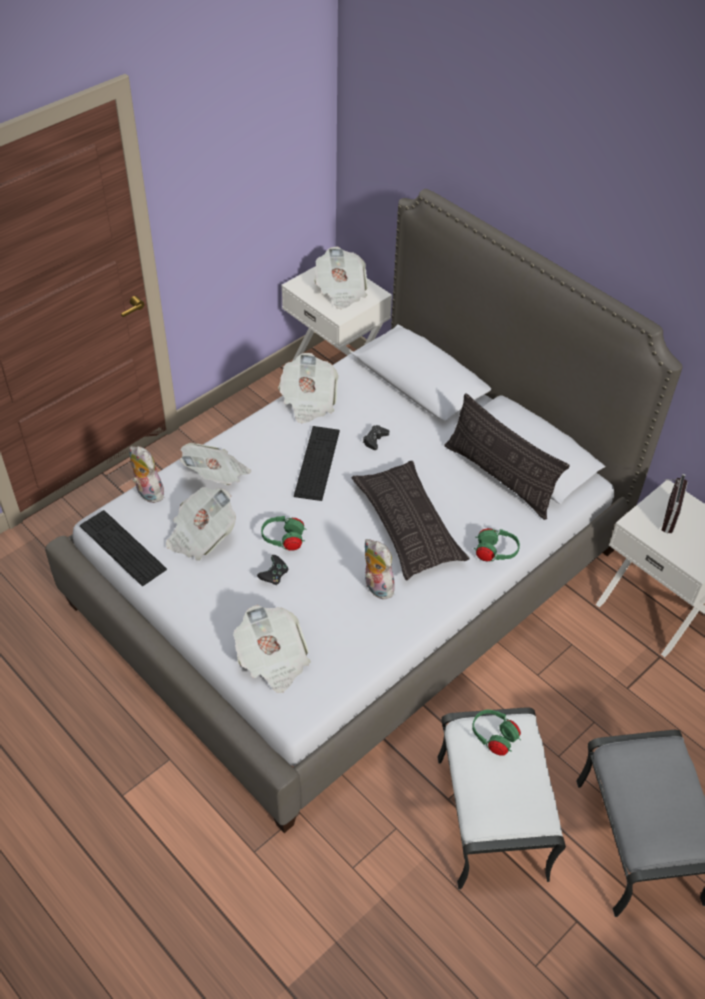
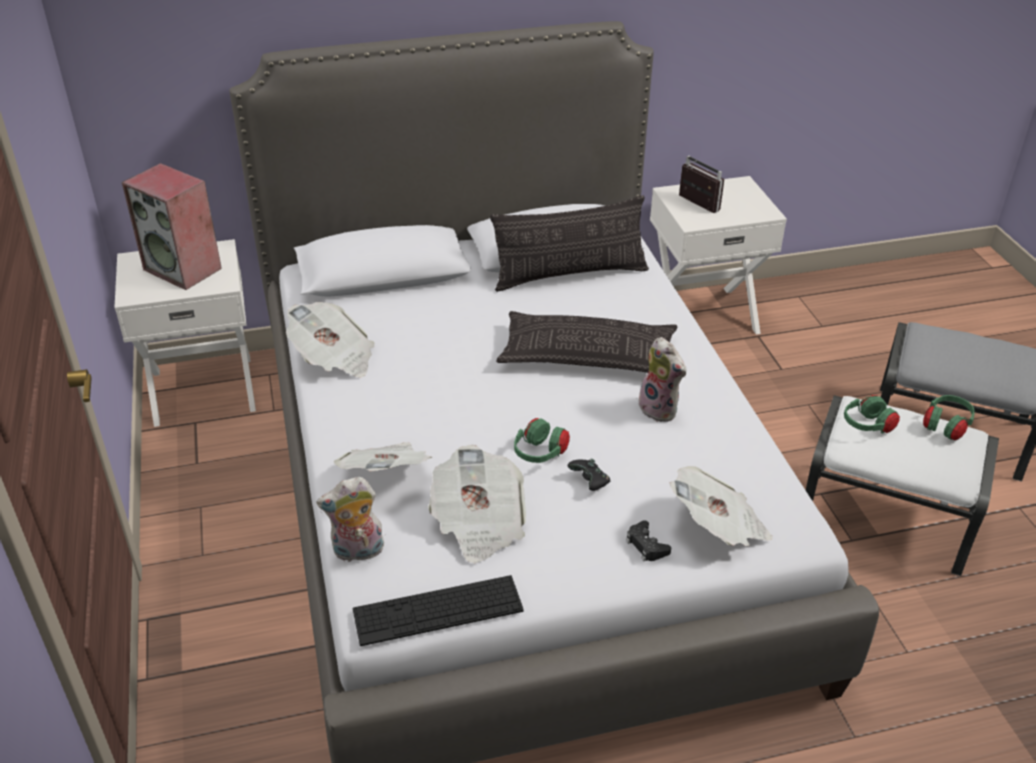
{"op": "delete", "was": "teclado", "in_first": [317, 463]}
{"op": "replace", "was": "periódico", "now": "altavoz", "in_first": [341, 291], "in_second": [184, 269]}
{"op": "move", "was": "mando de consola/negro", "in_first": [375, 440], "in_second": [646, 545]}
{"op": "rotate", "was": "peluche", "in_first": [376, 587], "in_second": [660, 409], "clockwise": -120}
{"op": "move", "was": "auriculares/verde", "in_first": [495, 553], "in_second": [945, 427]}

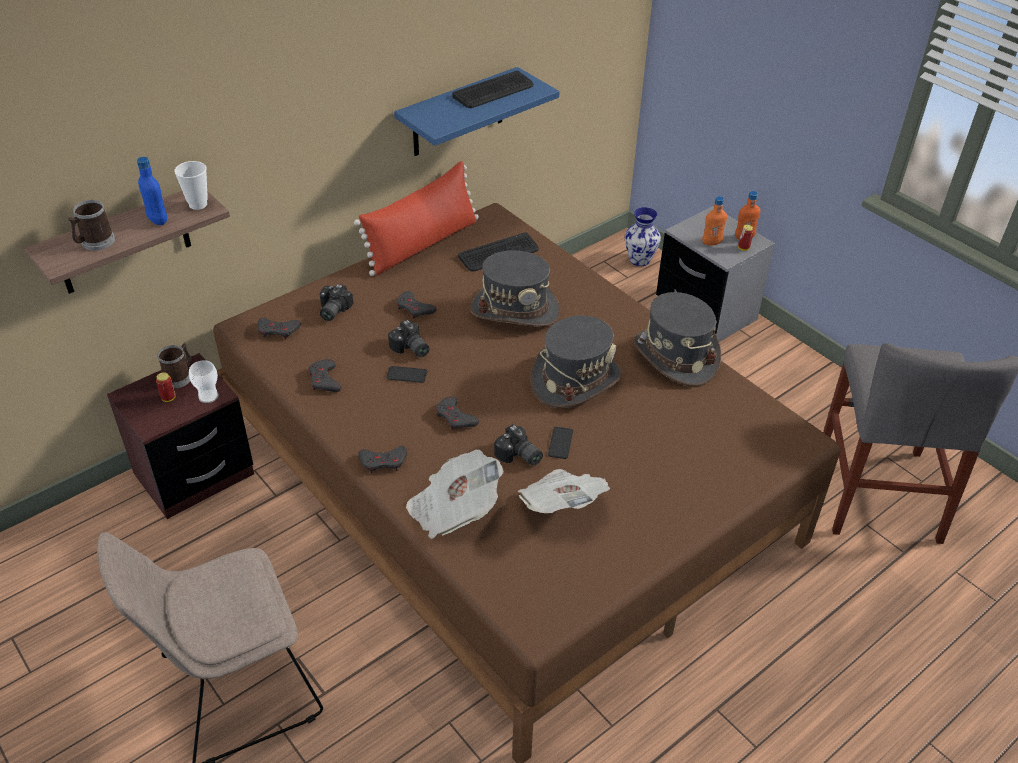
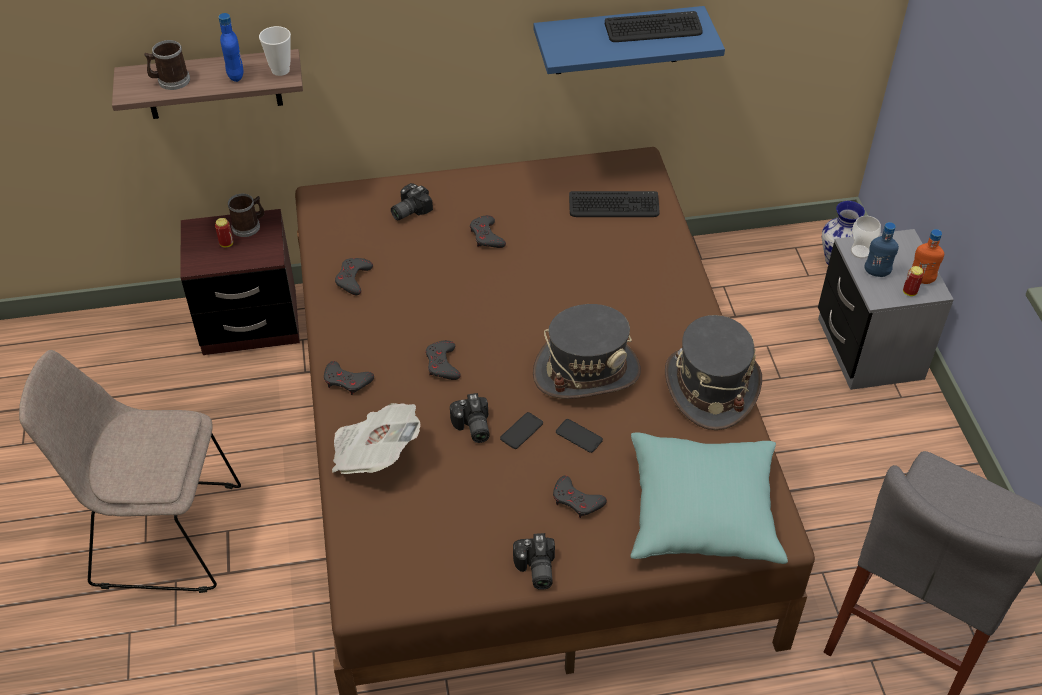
{"op": "move", "was": "taza", "in_first": [208, 396], "in_second": [860, 252]}
{"op": "move", "was": "mando de consola/gris", "in_first": [278, 331], "in_second": [577, 500]}
{"op": "delete", "was": "cojín/rojo", "in_first": [422, 244]}
{"op": "move", "was": "móvil", "in_first": [407, 375], "in_second": [579, 436]}
{"op": "move", "was": "cámara", "in_first": [410, 349], "in_second": [534, 570]}
{"op": "delete", "was": "sombrero/gris", "in_first": [515, 310]}
{"op": "delete", "was": "periódico", "in_first": [561, 505]}
{"op": "recolor", "was": "botella/naranja", "now": "botella/azul", "in_first": [711, 243], "in_second": [876, 273]}
{"op": "insert", "now": "cojín/turquesa", "in_second": [702, 512]}

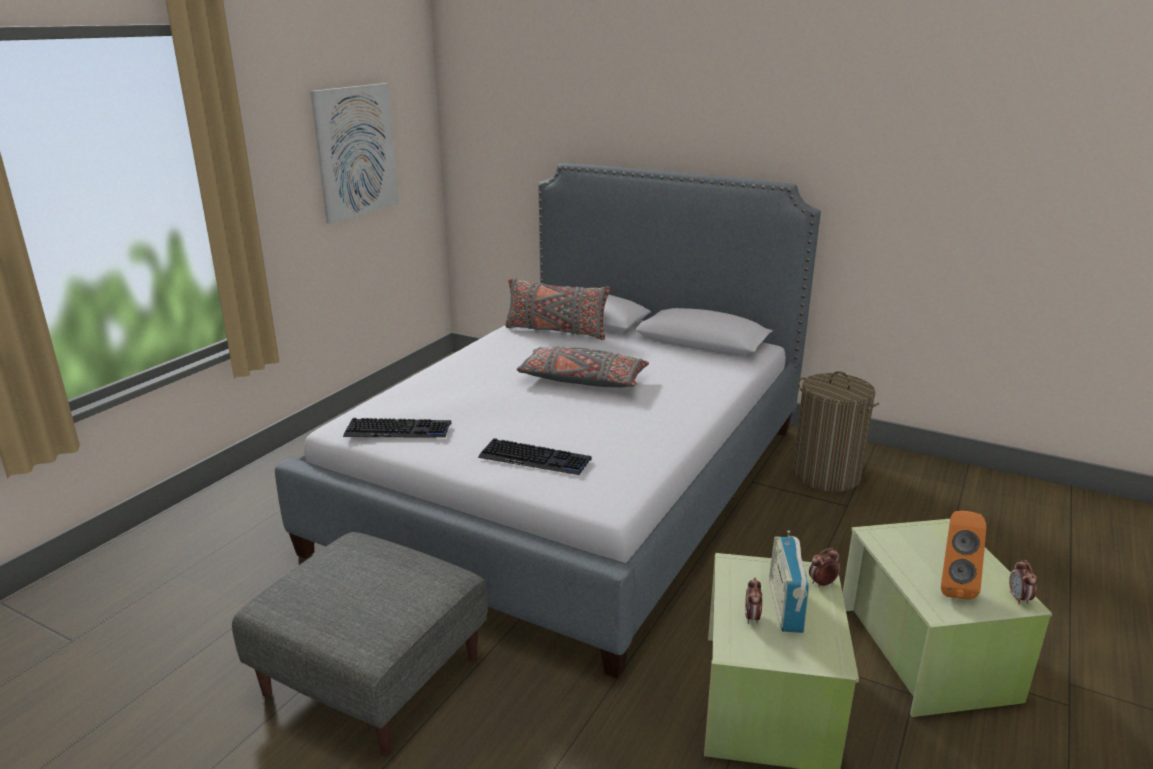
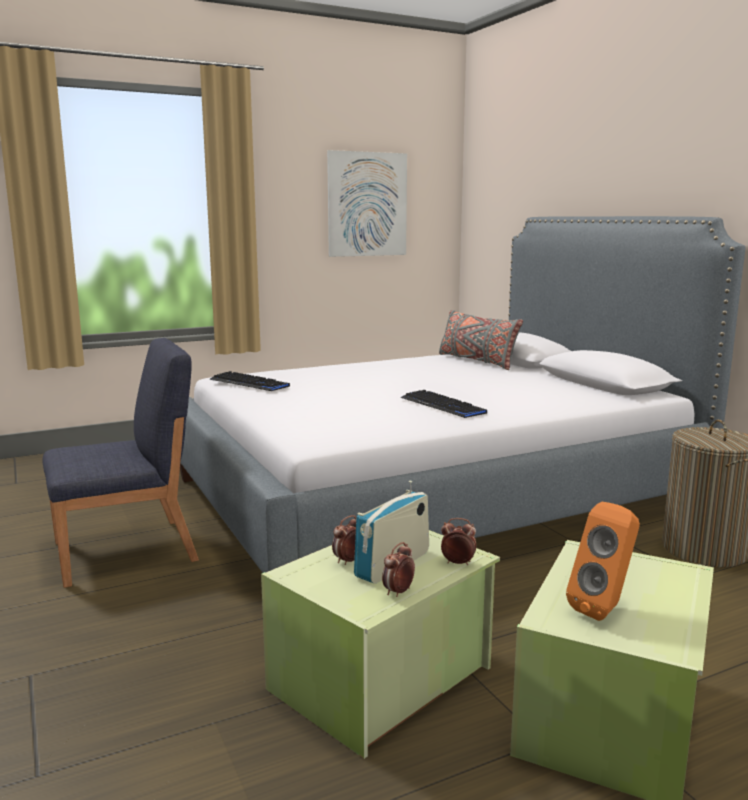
{"op": "replace", "was": "puf/gris", "now": "silla/azul", "in_first": [374, 675], "in_second": [127, 551]}
{"op": "move", "was": "teclado", "in_first": [535, 459], "in_second": [442, 406]}
{"op": "delete", "was": "cojín/gris", "in_first": [582, 380]}
{"op": "move", "was": "despertador", "in_first": [1019, 598], "in_second": [398, 592]}

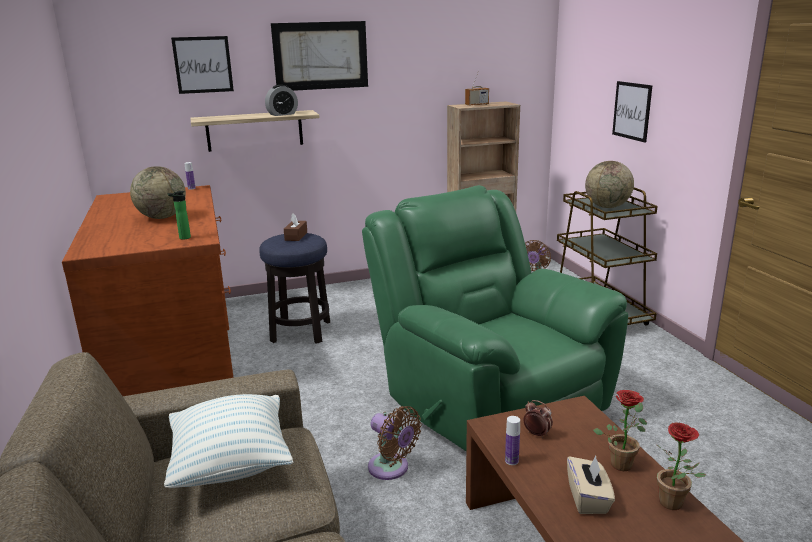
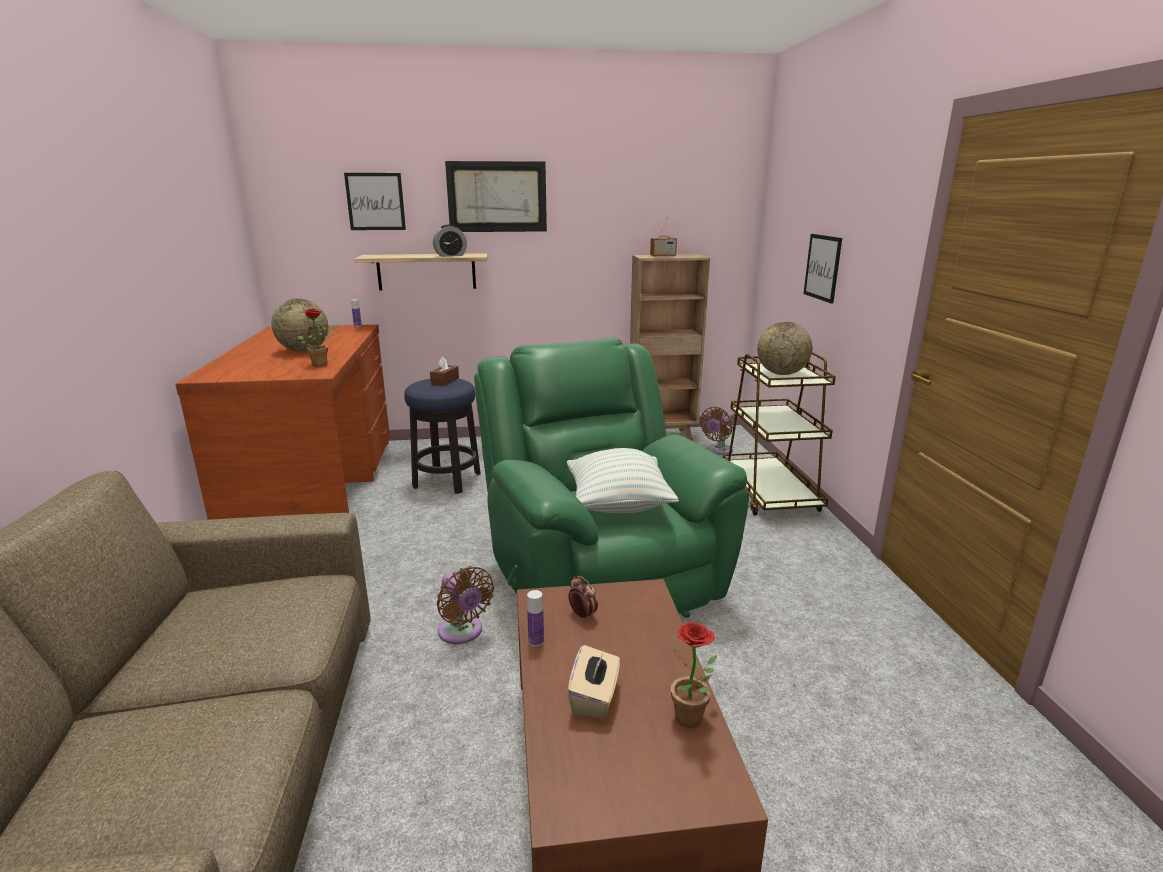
{"op": "move", "was": "cojín", "in_first": [231, 465], "in_second": [618, 505]}
{"op": "delete", "was": "botella", "in_first": [183, 238]}
{"op": "move", "was": "planta en maceta", "in_first": [621, 462], "in_second": [322, 364]}

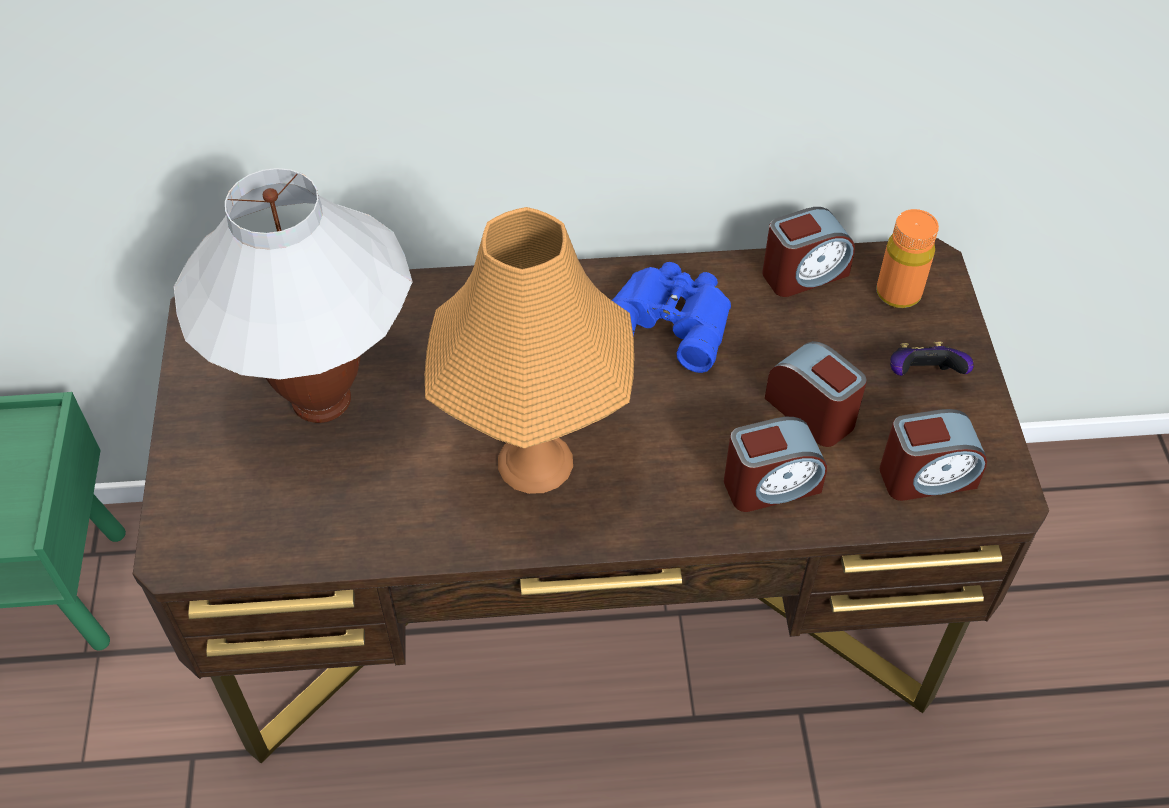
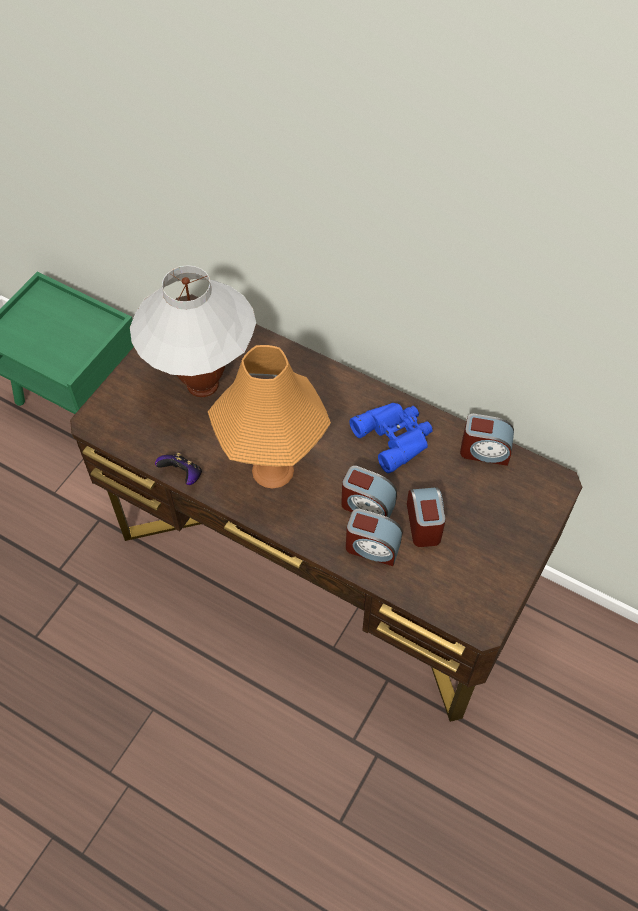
{"op": "delete", "was": "botella/naranja", "in_first": [898, 293]}
{"op": "move", "was": "despertador", "in_first": [926, 476], "in_second": [367, 506]}
{"op": "move", "was": "mando de consola", "in_first": [922, 376], "in_second": [182, 475]}

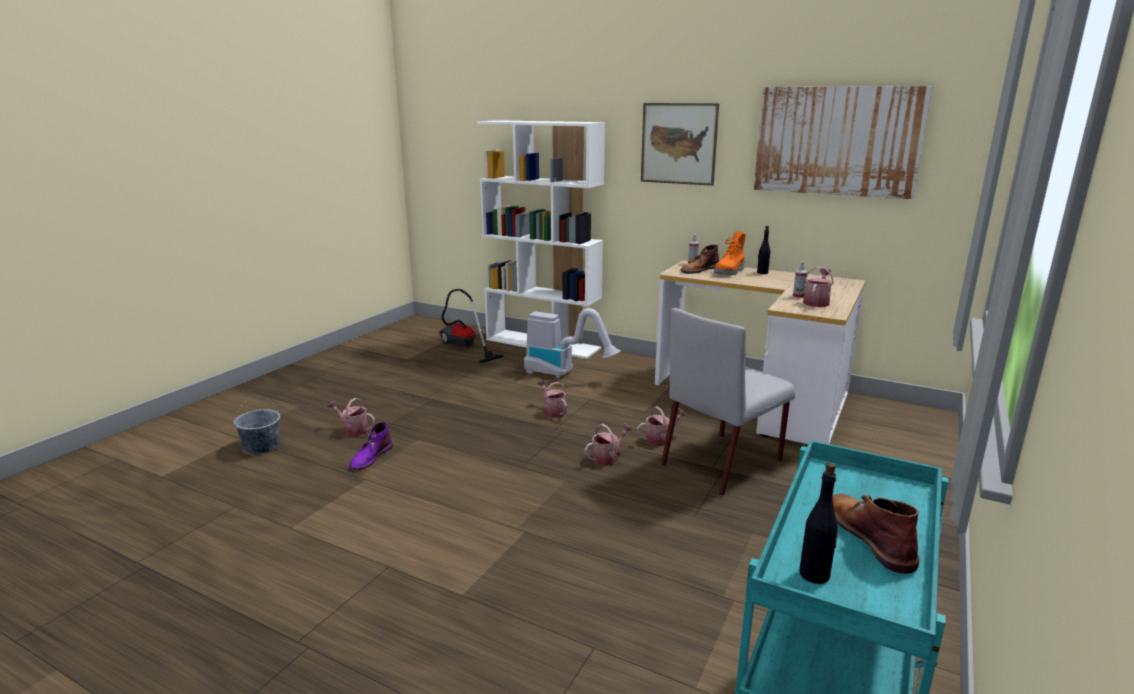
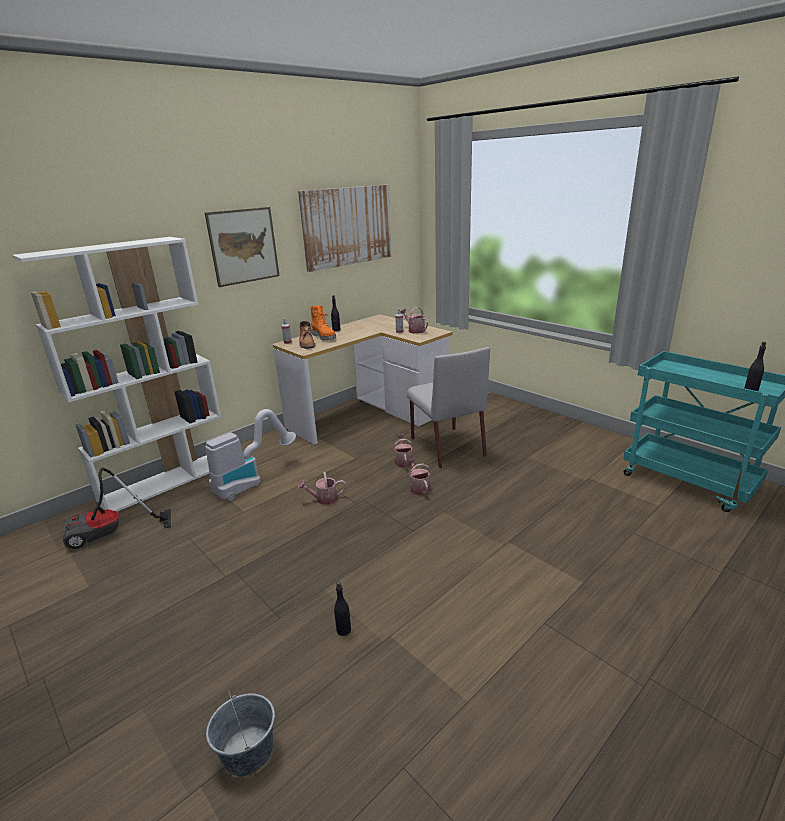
{"op": "delete", "was": "regadera", "in_first": [353, 430]}
{"op": "replace", "was": "bota/morado", "now": "botella/negro", "in_first": [370, 457], "in_second": [344, 630]}
{"op": "delete", "was": "bota/marrón", "in_first": [869, 535]}

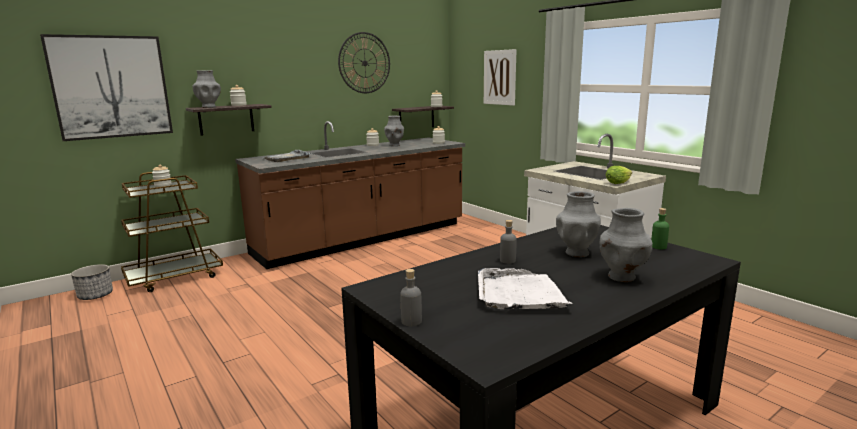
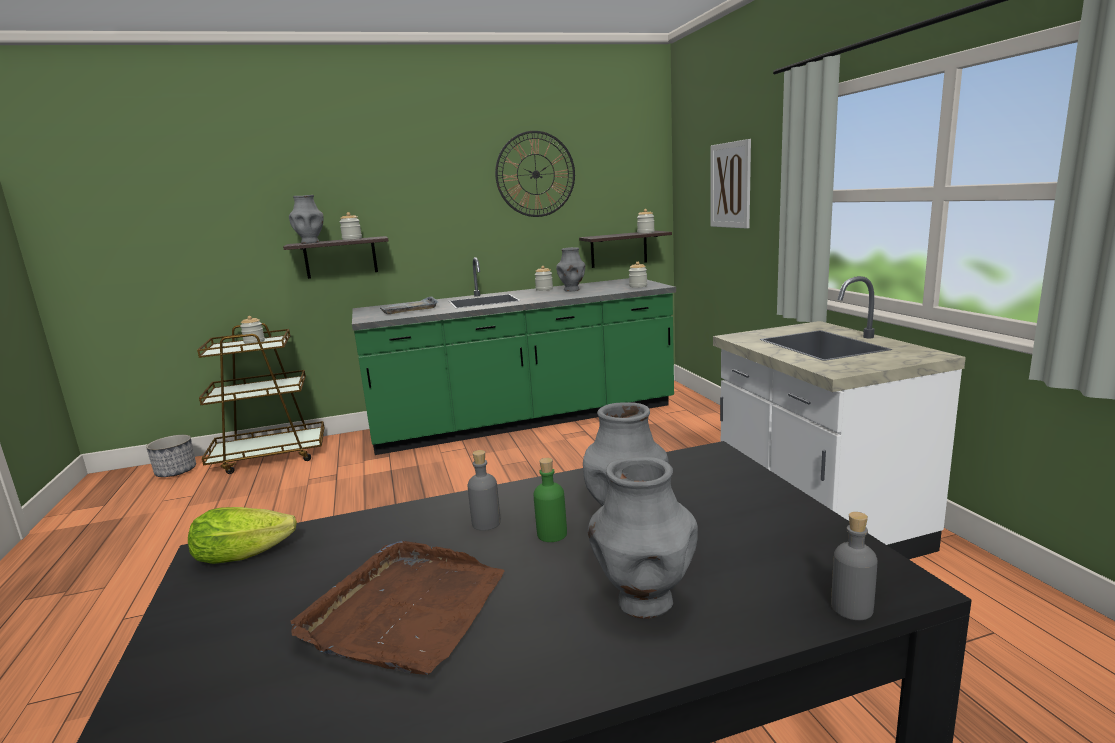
{"op": "delete", "was": "cuadro", "in_first": [111, 87]}
{"op": "recolor", "was": "mueble bajo de cocina/marrón", "now": "mueble bajo de cocina/verde", "in_first": [363, 239], "in_second": [524, 420]}
{"op": "move", "was": "botella/gris", "in_first": [411, 321], "in_second": [851, 608]}
{"op": "recolor", "was": "bandeja/blanco", "now": "bandeja/marrón", "in_first": [519, 293], "in_second": [405, 611]}
{"op": "move", "was": "lechuga", "in_first": [619, 182], "in_second": [249, 553]}
{"op": "move", "was": "botella/verde", "in_first": [658, 247], "in_second": [552, 534]}

